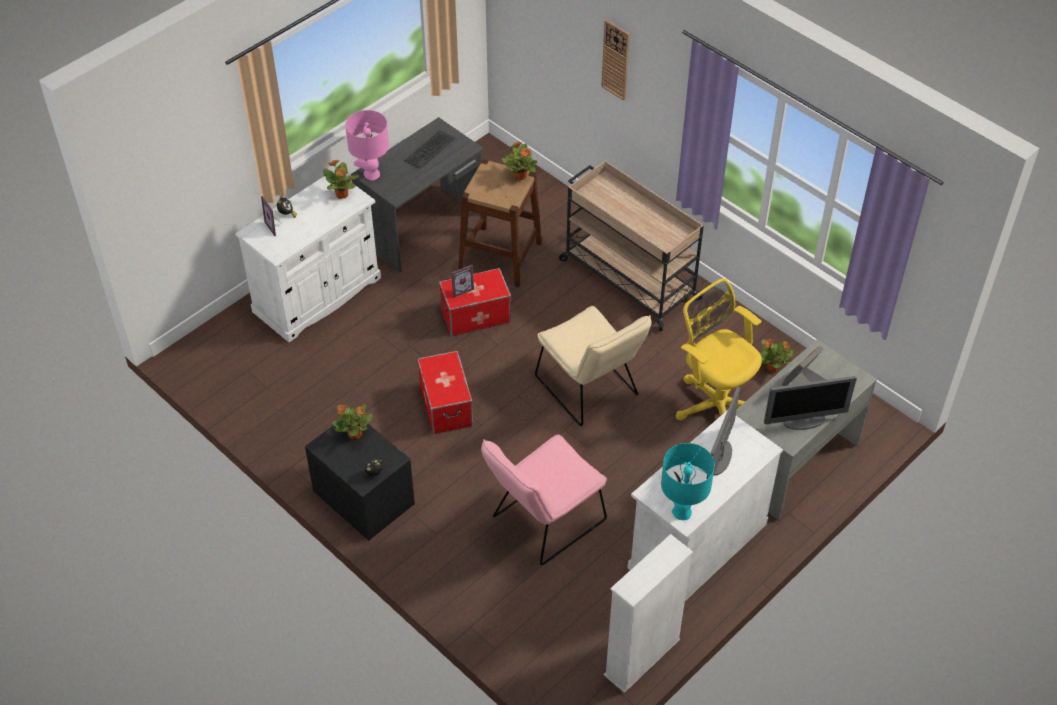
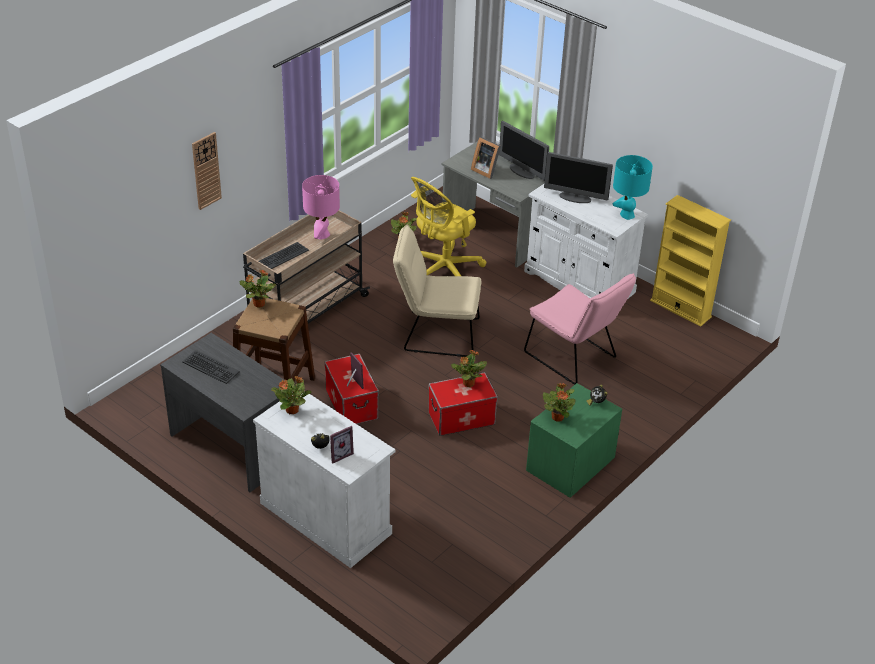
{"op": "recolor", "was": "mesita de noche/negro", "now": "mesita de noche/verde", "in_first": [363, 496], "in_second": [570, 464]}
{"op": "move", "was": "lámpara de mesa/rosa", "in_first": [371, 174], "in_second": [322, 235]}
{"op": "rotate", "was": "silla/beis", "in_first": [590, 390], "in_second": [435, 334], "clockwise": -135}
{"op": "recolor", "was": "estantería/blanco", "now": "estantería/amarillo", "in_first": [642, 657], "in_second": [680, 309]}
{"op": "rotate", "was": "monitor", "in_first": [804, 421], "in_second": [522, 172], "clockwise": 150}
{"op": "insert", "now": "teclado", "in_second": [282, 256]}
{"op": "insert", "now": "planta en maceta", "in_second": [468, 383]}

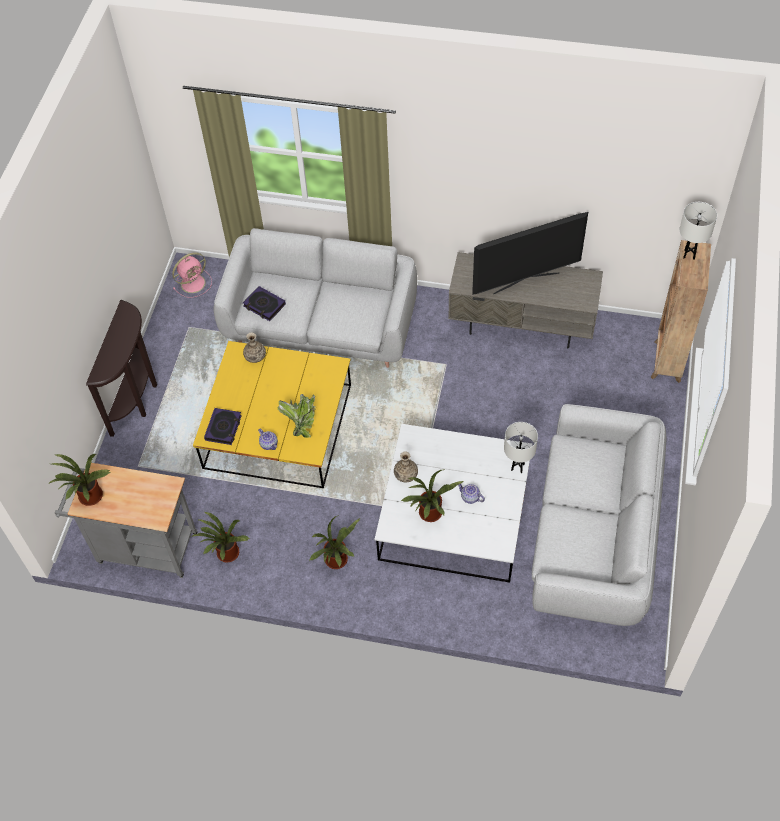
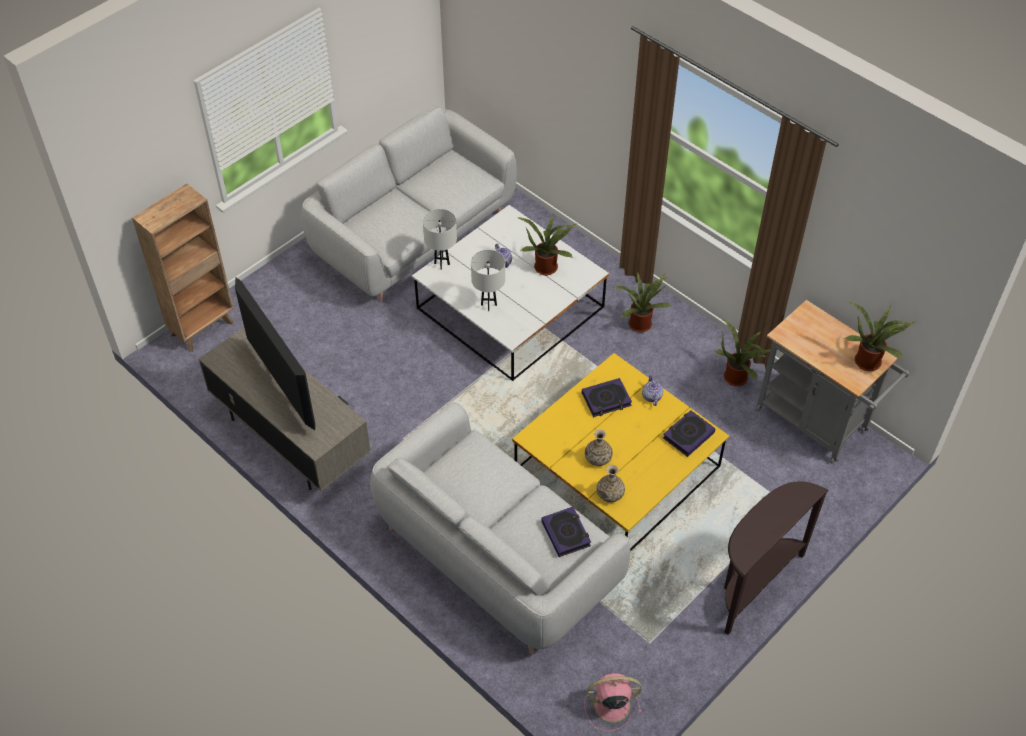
{"op": "replace", "was": "planta en maceta", "now": "libro", "in_first": [301, 422], "in_second": [606, 400]}
{"op": "move", "was": "florero", "in_first": [405, 475], "in_second": [598, 458]}
{"op": "rotate", "was": "televisor", "in_first": [526, 282], "in_second": [281, 388], "clockwise": 45}
{"op": "move", "was": "lámpara de mesa/blanco", "in_first": [689, 254], "in_second": [489, 305]}

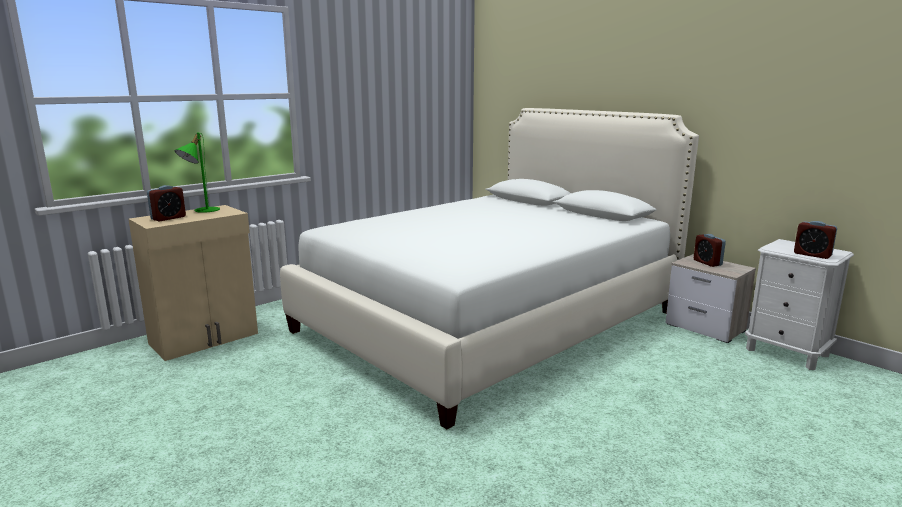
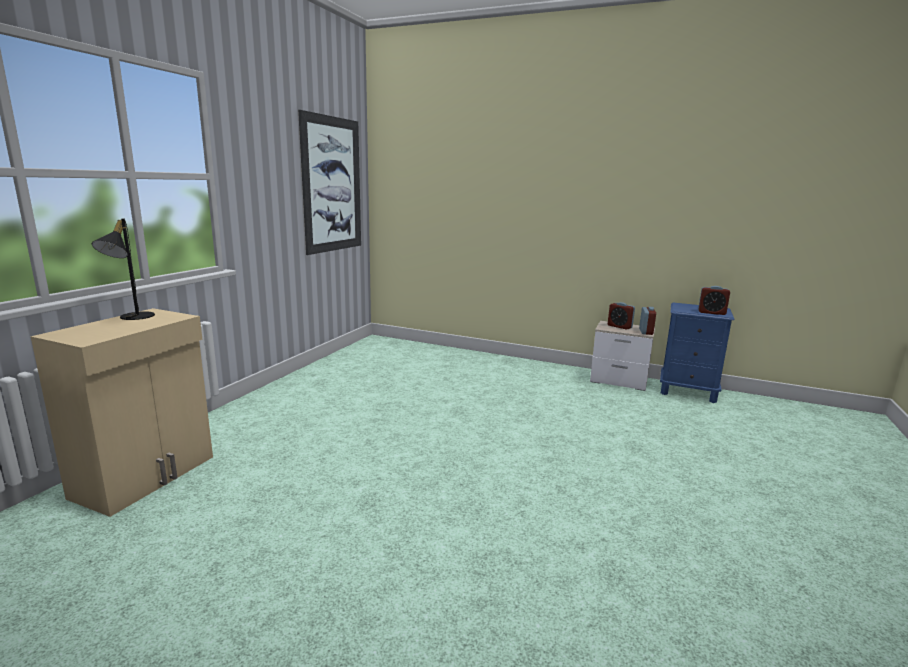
{"op": "move", "was": "despertador", "in_first": [168, 218], "in_second": [646, 331]}
{"op": "recolor", "was": "lámpara de mesa/verde", "now": "lámpara de mesa/negro", "in_first": [202, 210], "in_second": [131, 317]}
{"op": "delete", "was": "cama/blanco", "in_first": [490, 321]}
{"op": "recolor", "was": "mesita de noche/blanco", "now": "mesita de noche/azul", "in_first": [787, 352], "in_second": [688, 392]}
{"op": "insert", "now": "cuadro", "in_second": [332, 185]}

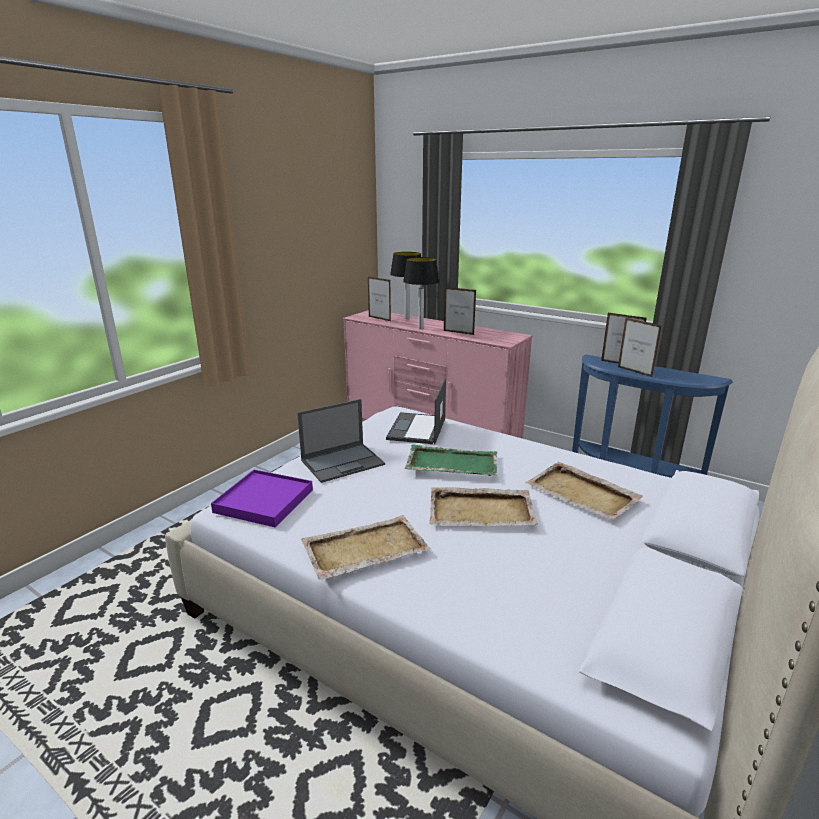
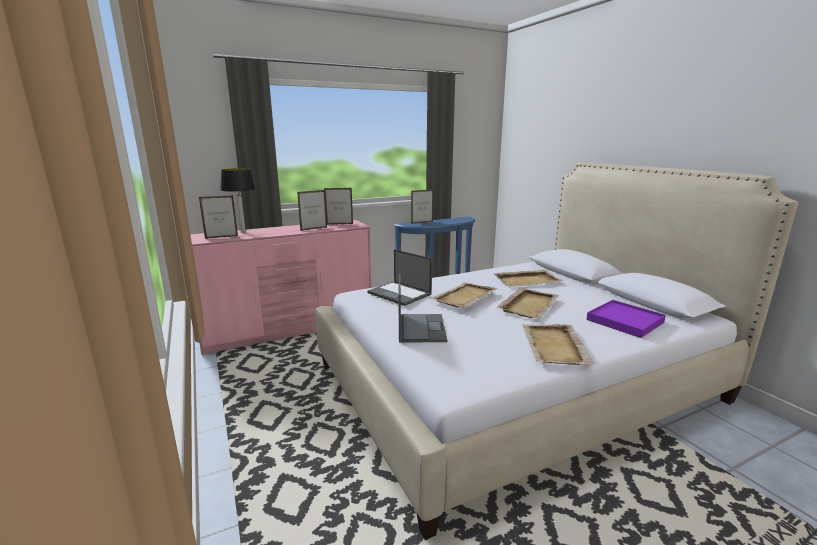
{"op": "move", "was": "bandeja/morado", "in_first": [264, 501], "in_second": [625, 321]}
{"op": "delete", "was": "lámpara de mesa", "in_first": [421, 328]}
{"op": "recolor", "was": "bandeja/verde", "now": "bandeja/beis", "in_first": [451, 463], "in_second": [464, 297]}
{"op": "move", "was": "portarretratos", "in_first": [634, 372], "in_second": [339, 224]}

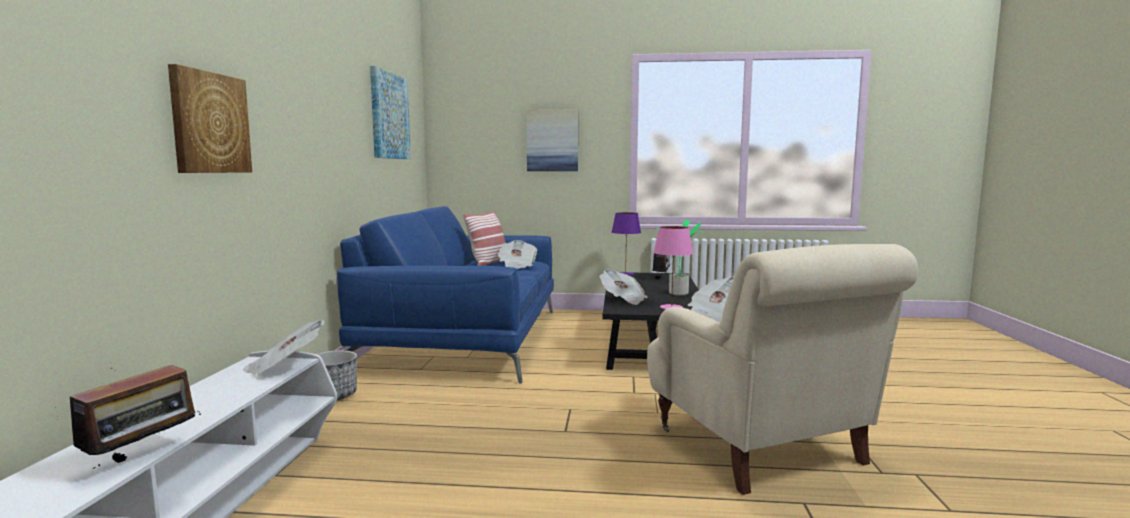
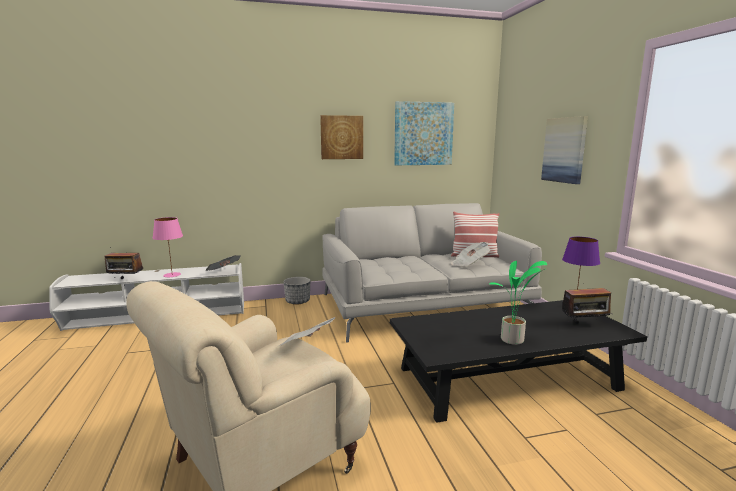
{"op": "move", "was": "cuadro", "in_first": [209, 123], "in_second": [341, 137]}
{"op": "recolor", "was": "sofá/azul", "now": "sofá/gris", "in_first": [467, 338], "in_second": [424, 306]}
{"op": "delete", "was": "periódico", "in_first": [623, 299]}
{"op": "move", "was": "lámpara de mesa/rosa", "in_first": [671, 307], "in_second": [172, 275]}

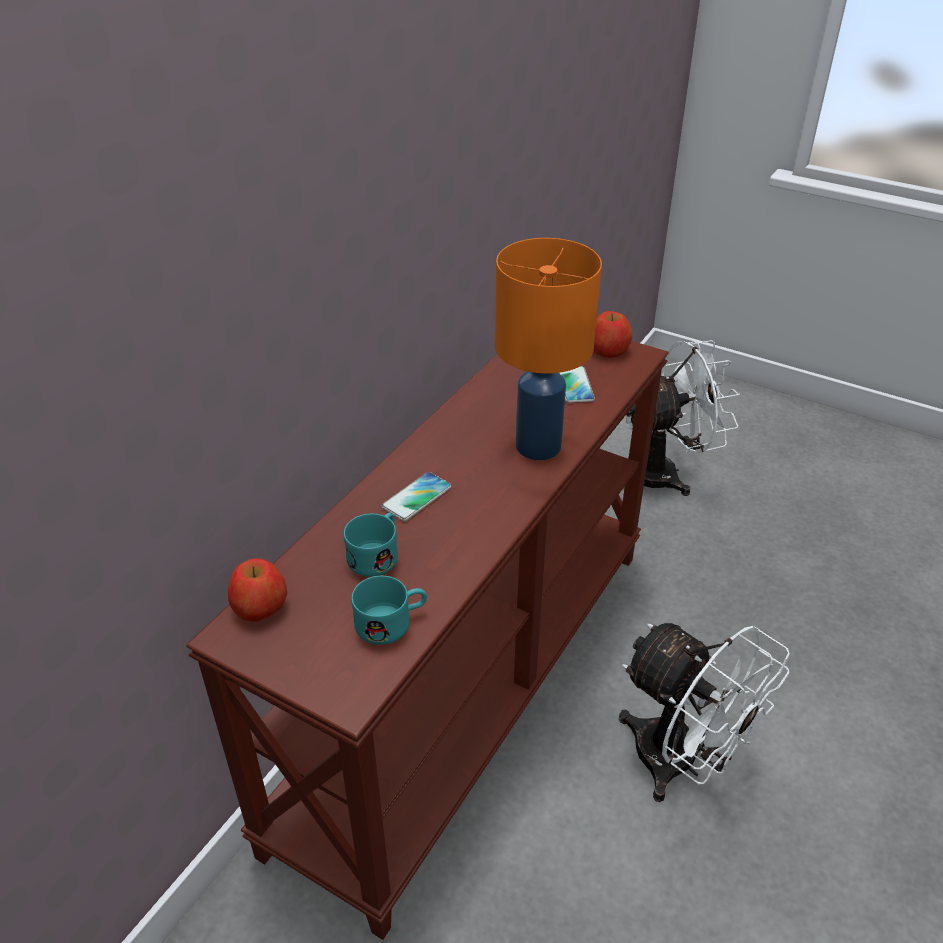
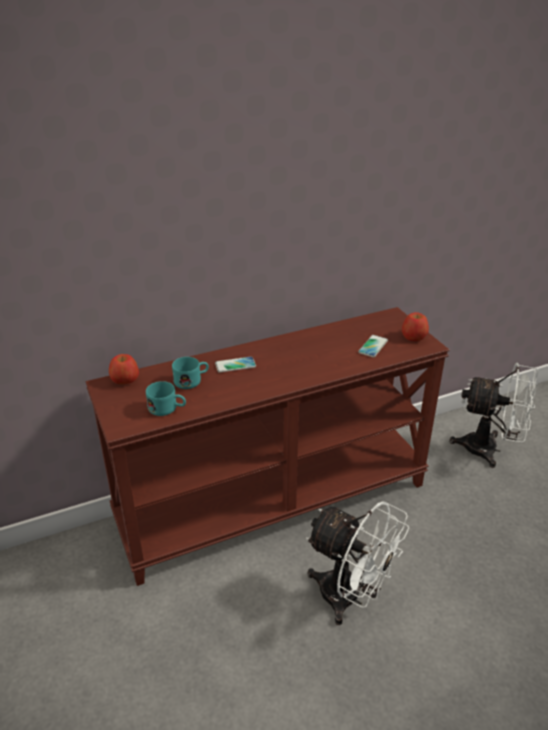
{"op": "delete", "was": "lámpara de mesa/naranja", "in_first": [539, 447]}
{"op": "rotate", "was": "ventilador/blanco", "in_first": [680, 763], "in_second": [350, 598], "clockwise": -45}

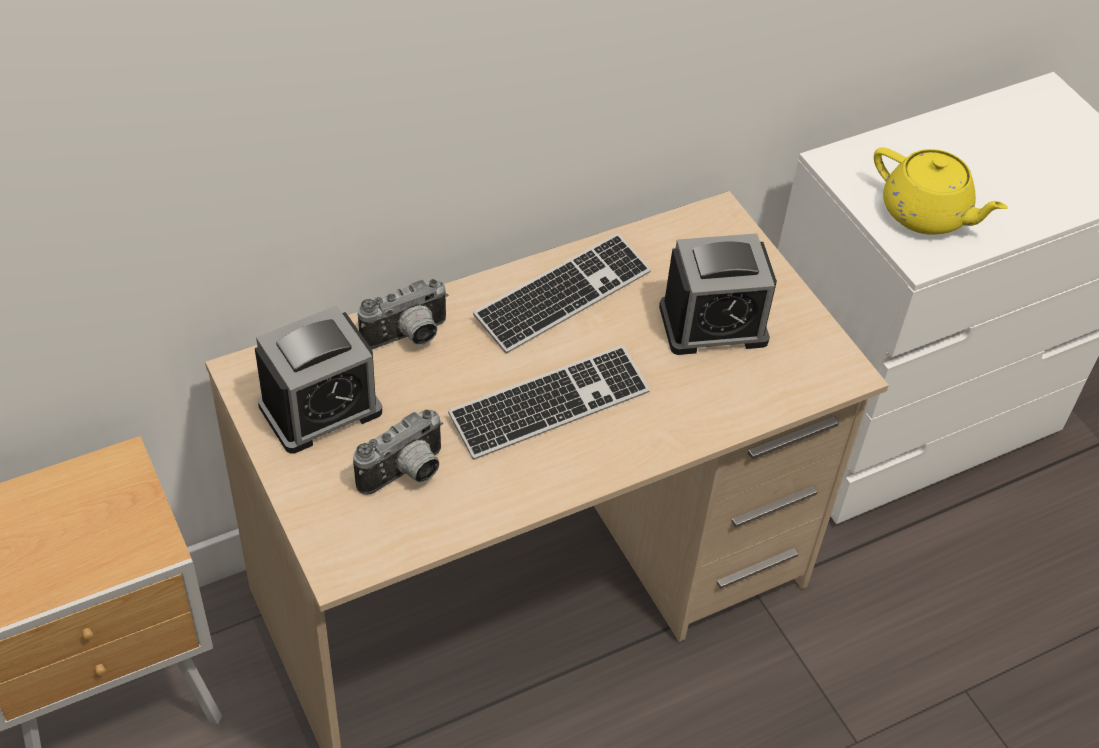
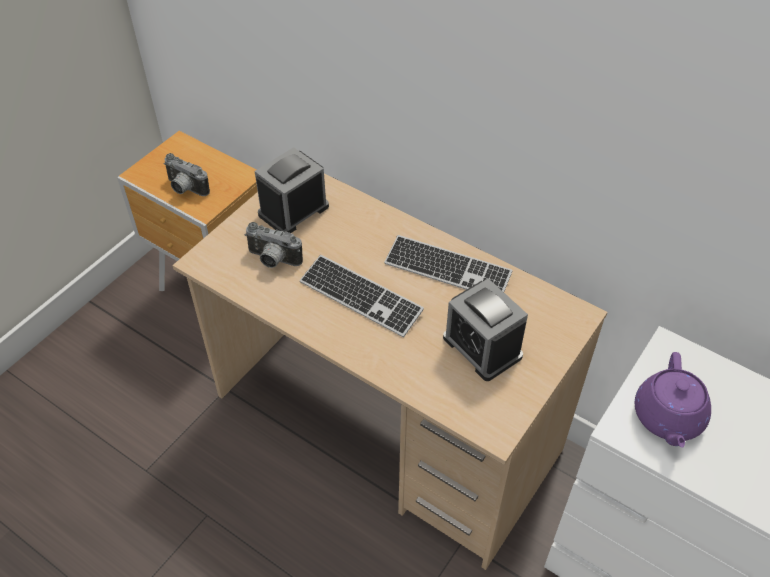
{"op": "rotate", "was": "despertador", "in_first": [320, 408], "in_second": [293, 210], "clockwise": 105}
{"op": "move", "was": "cámara", "in_first": [408, 338], "in_second": [185, 189]}
{"op": "recolor", "was": "tetera/amarillo", "now": "tetera/morado", "in_first": [926, 214], "in_second": [668, 418]}

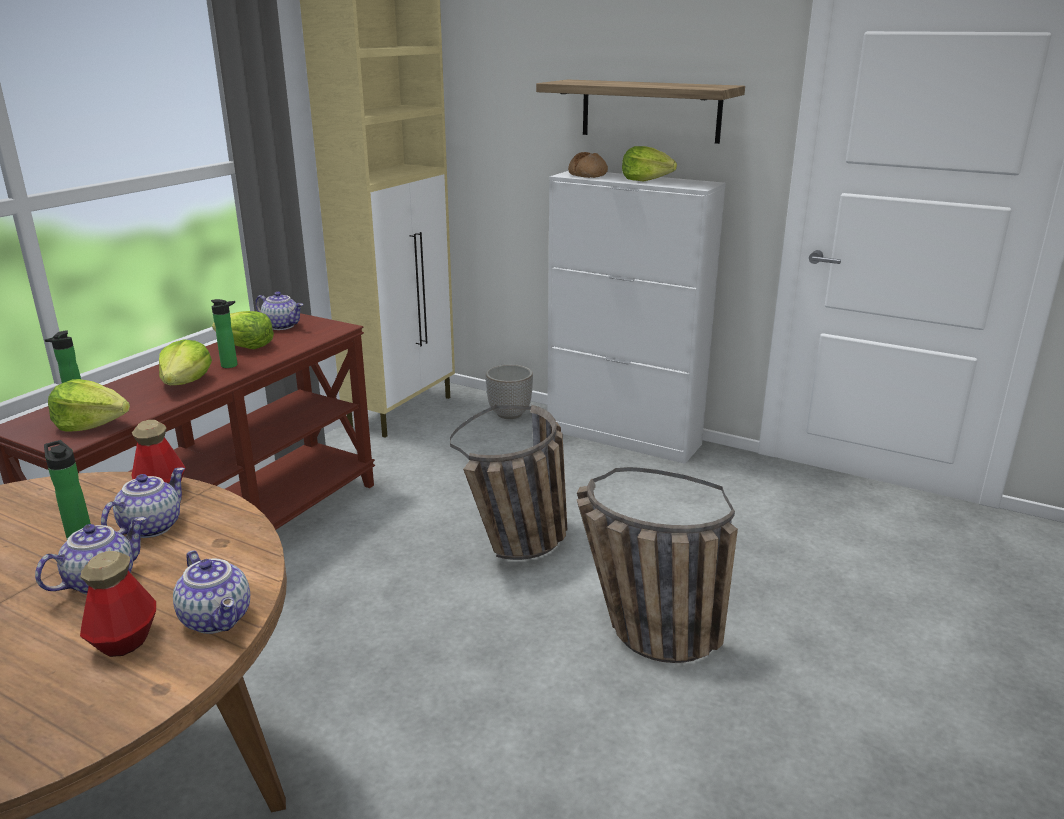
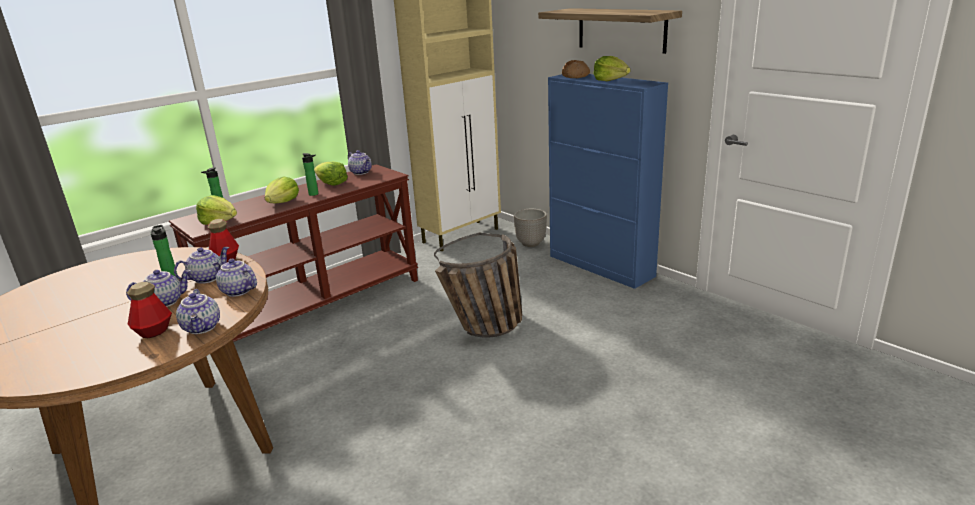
{"op": "recolor", "was": "armario/blanco", "now": "armario/azul", "in_first": [624, 437], "in_second": [601, 266]}
{"op": "delete", "was": "cesta", "in_first": [640, 633]}
{"op": "insert", "now": "tetera", "in_second": [237, 291]}

